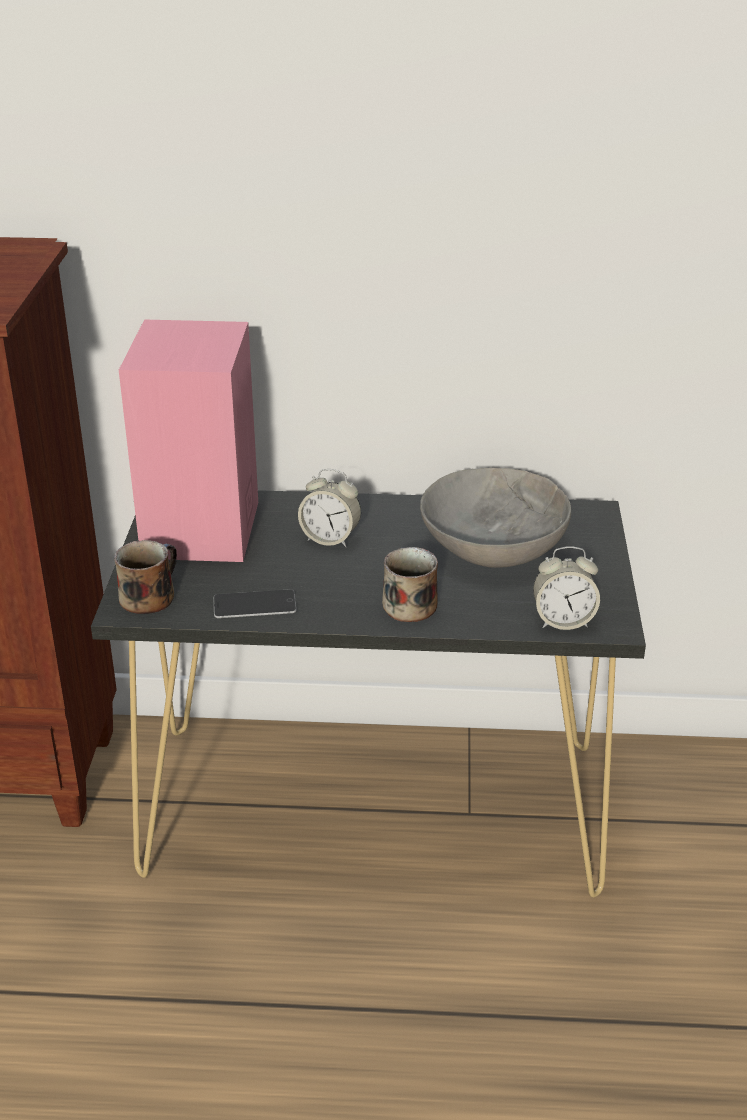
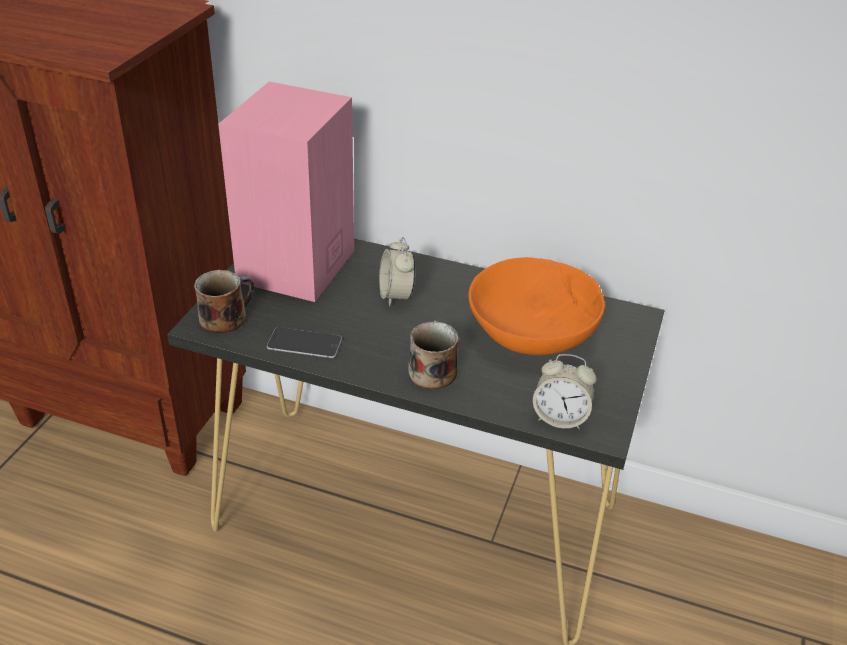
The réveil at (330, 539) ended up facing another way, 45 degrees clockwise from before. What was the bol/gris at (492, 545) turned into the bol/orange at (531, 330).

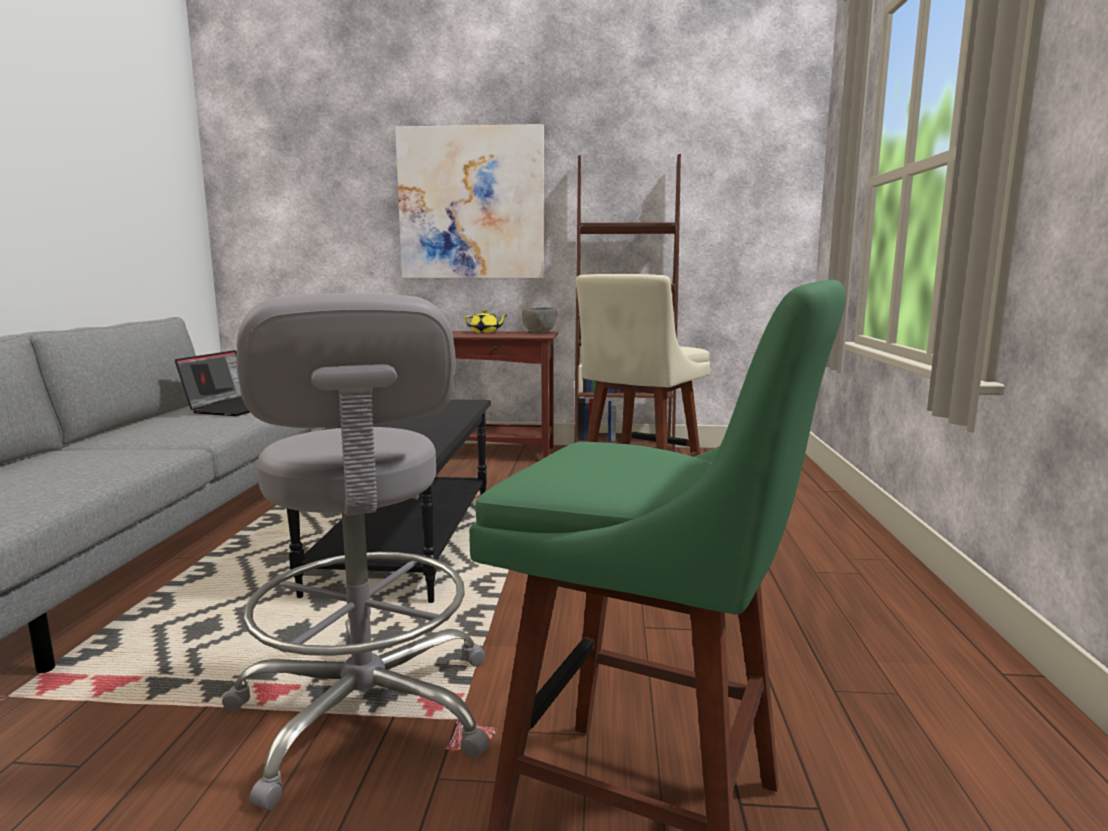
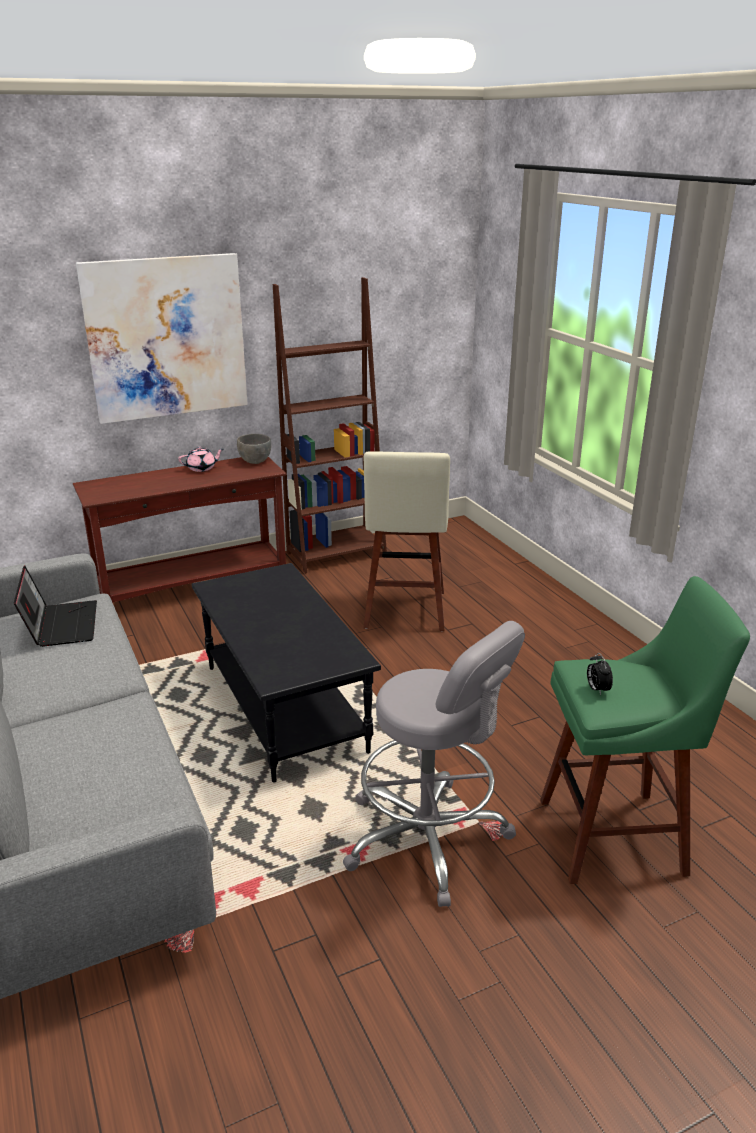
What was the théière/jaune at (485, 332) turned into the théière/rose at (202, 468). The second view gained the réveil at (597, 689).

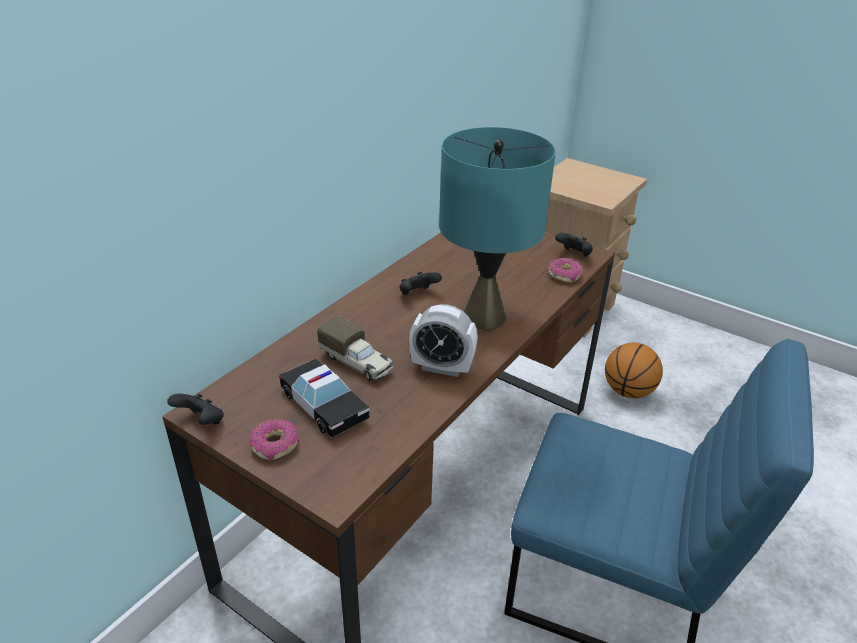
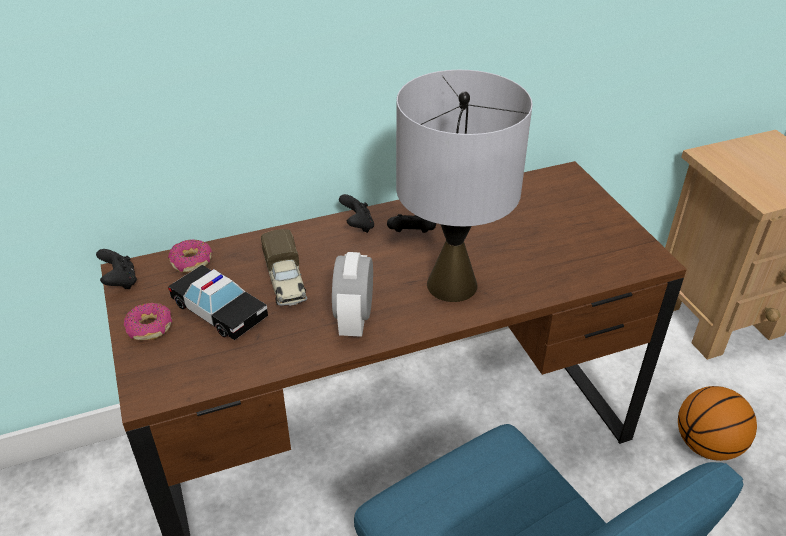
The beignet ended up elsewhere, having gone from (564, 275) to (192, 261). The petite voiture at (324, 406) ended up facing another way, 45 degrees counterclockwise from before. The réveil at (442, 367) ended up facing another way, 45 degrees clockwise from before. The manette/noir ended up elsewhere, having gone from (574, 255) to (357, 225). What was the lampe de table/turquoise at (483, 316) turned into the lampe de table/gris at (451, 284).

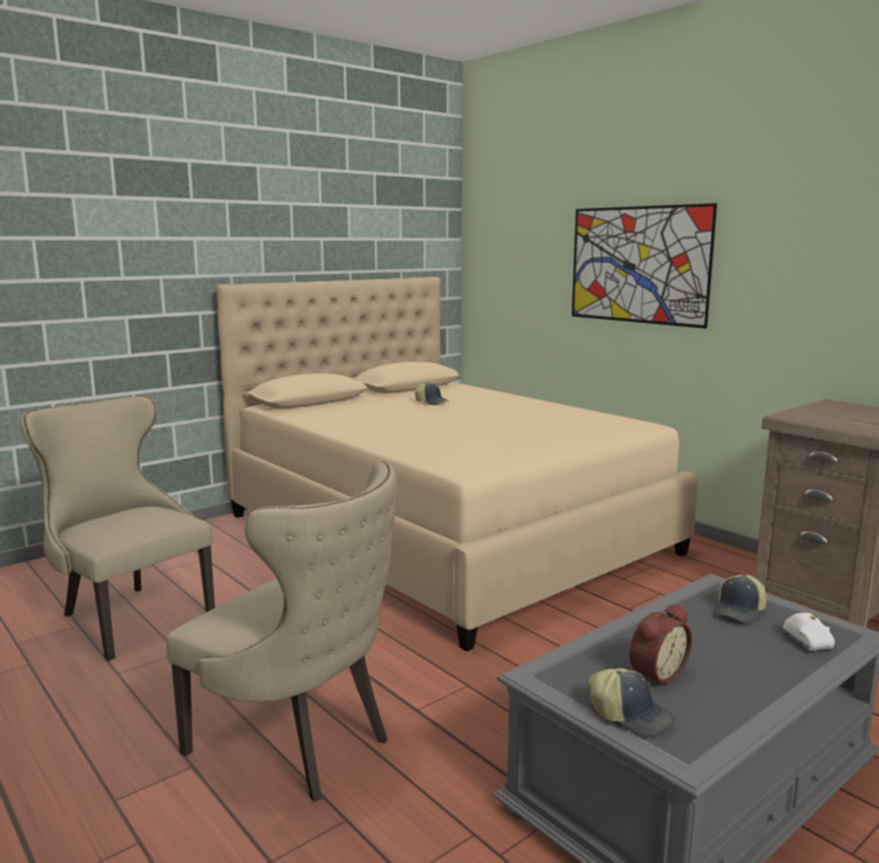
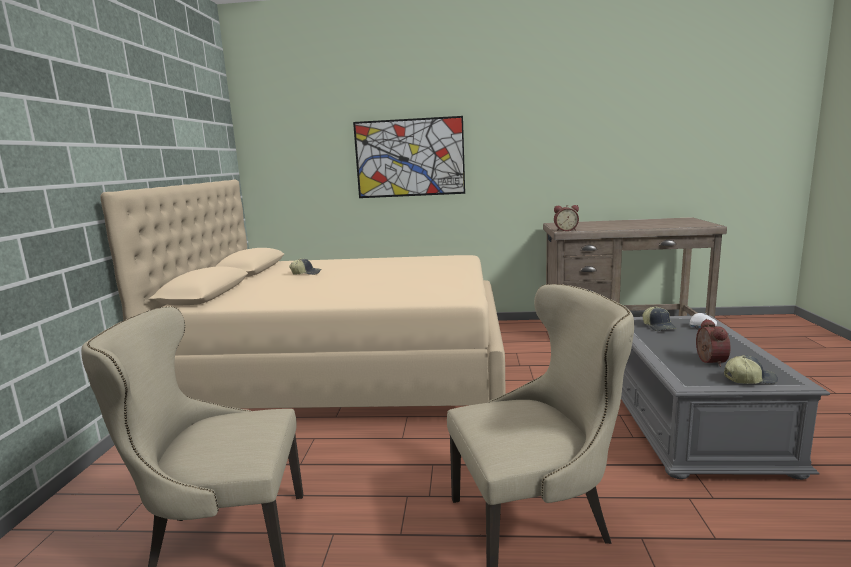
The second view gained the réveil at (565, 230).

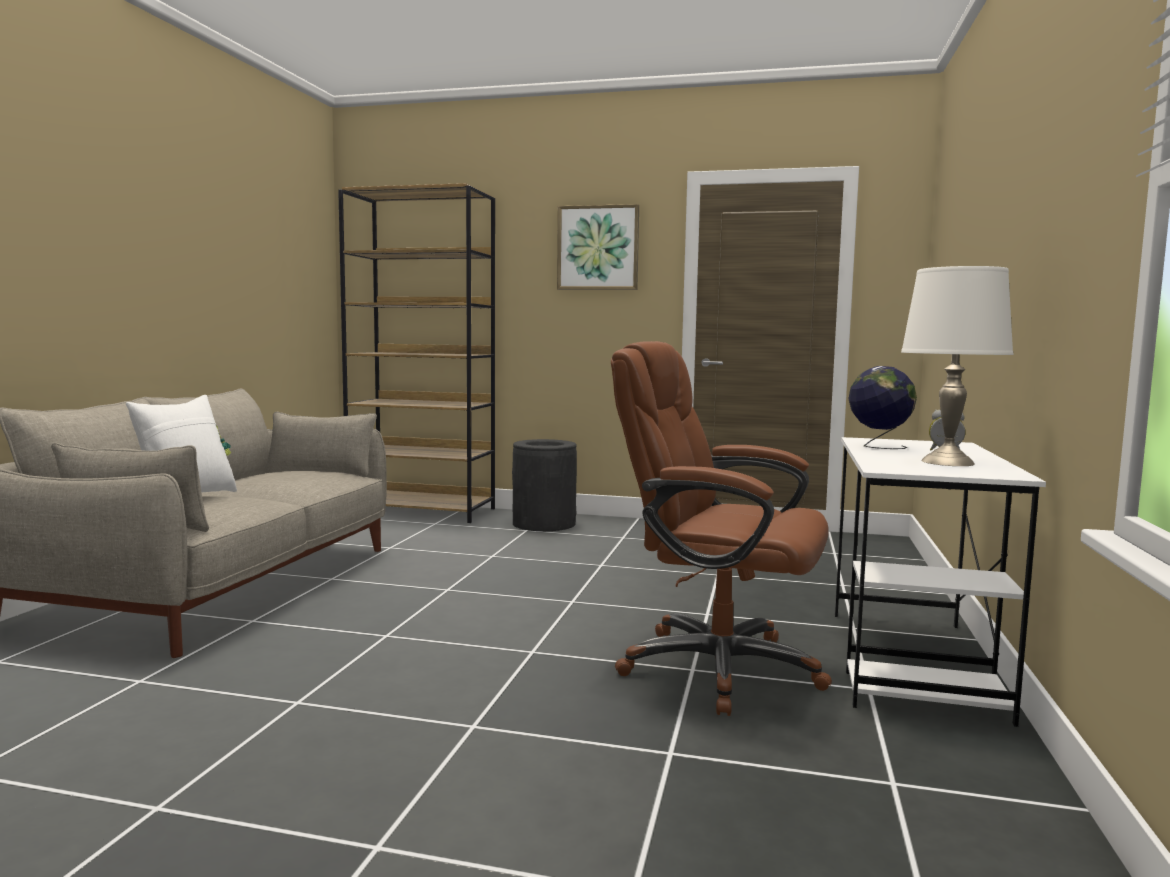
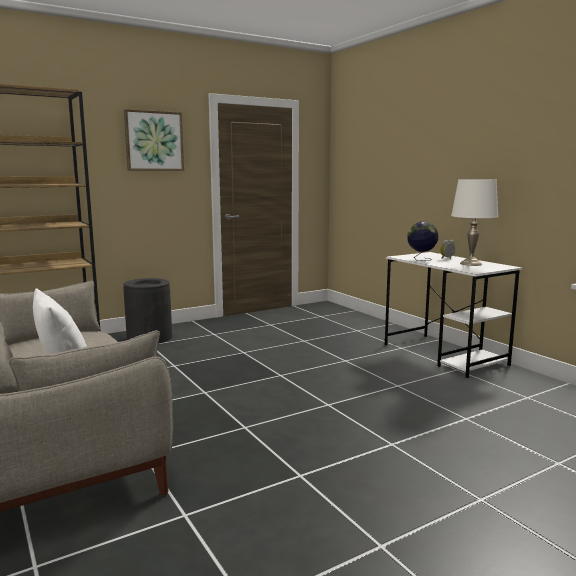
The second view lost the chaise de bureau/marron at (719, 668).

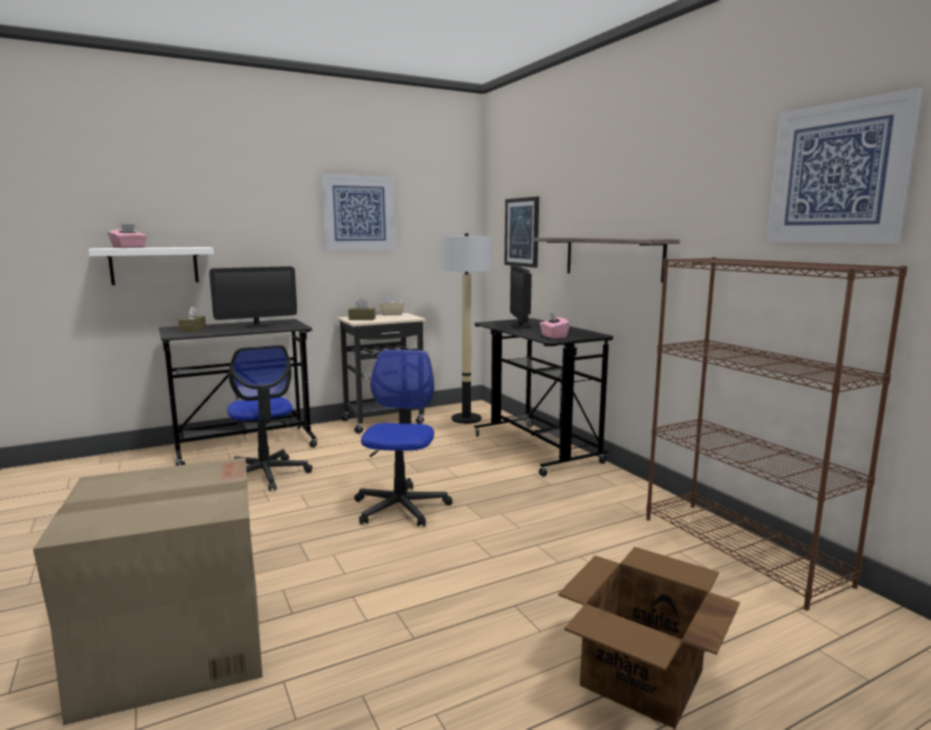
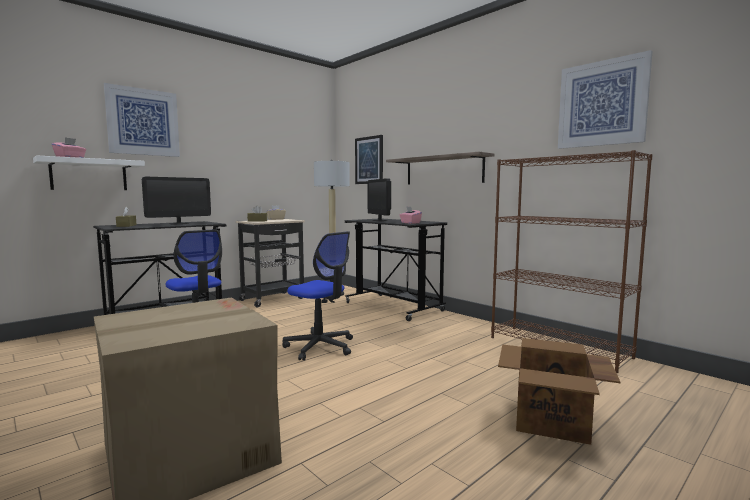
The tableau ended up elsewhere, having gone from (358, 213) to (143, 122). The chaise de bureau at (400, 507) ended up facing another way, 135 degrees clockwise from before.

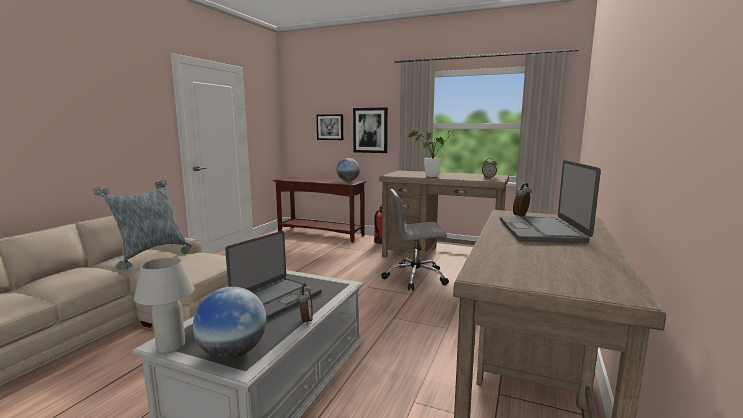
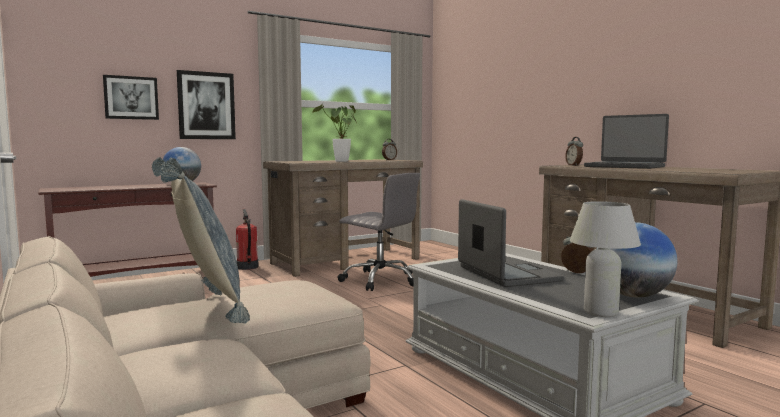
The chaise de bureau/gris at (415, 277) ended up facing another way, 90 degrees counterclockwise from before.

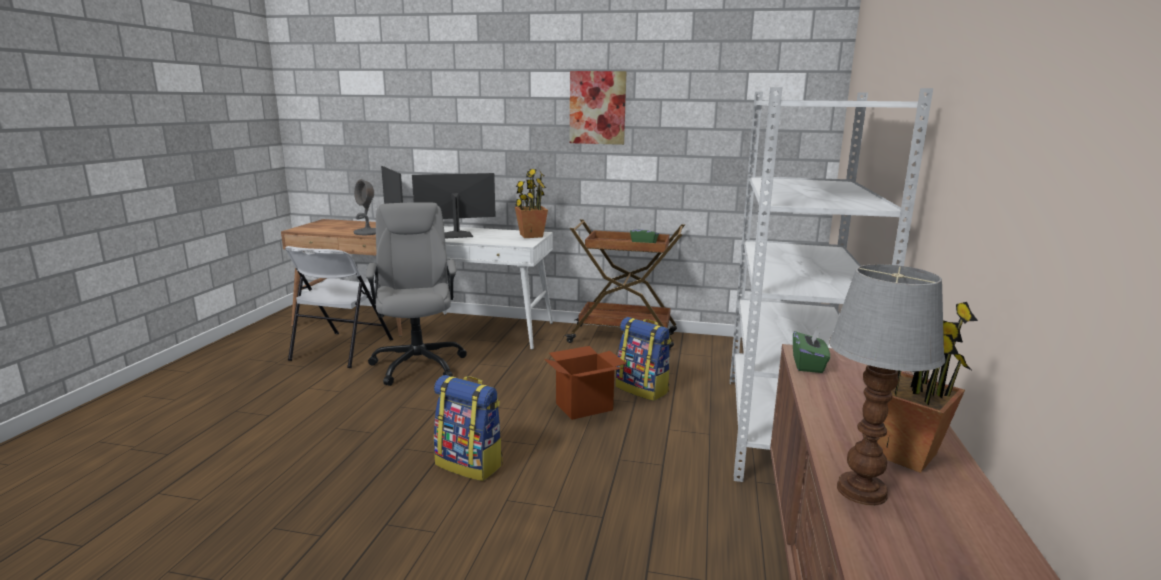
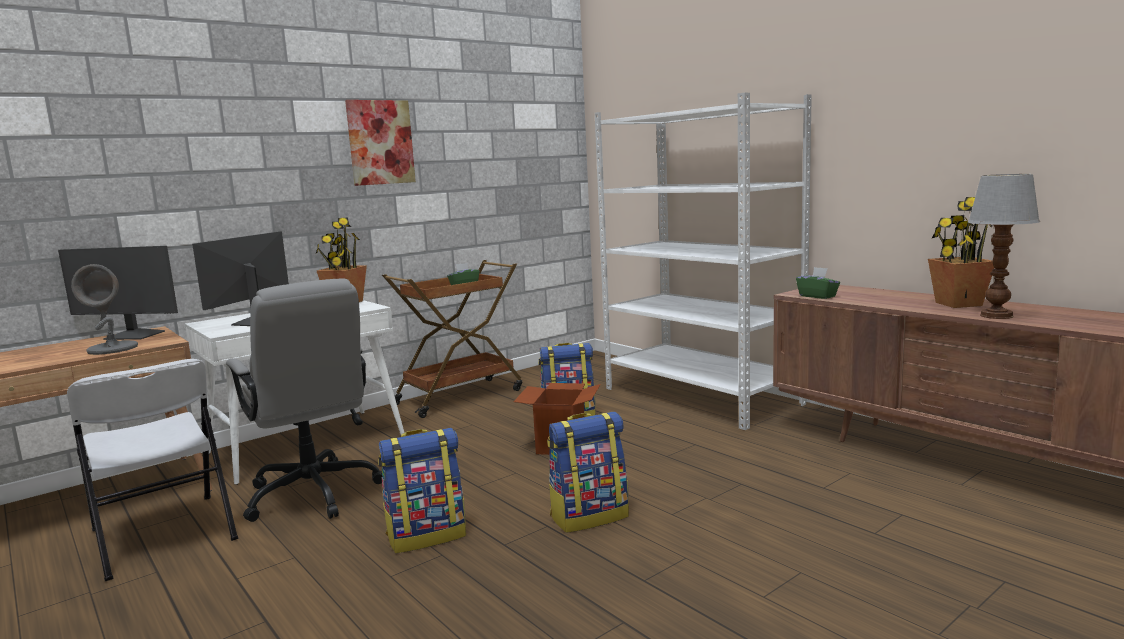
The chaise de bureau/gris at (418, 364) ended up facing another way, 150 degrees counterclockwise from before. The second view gained the sac à dos at (427, 535).

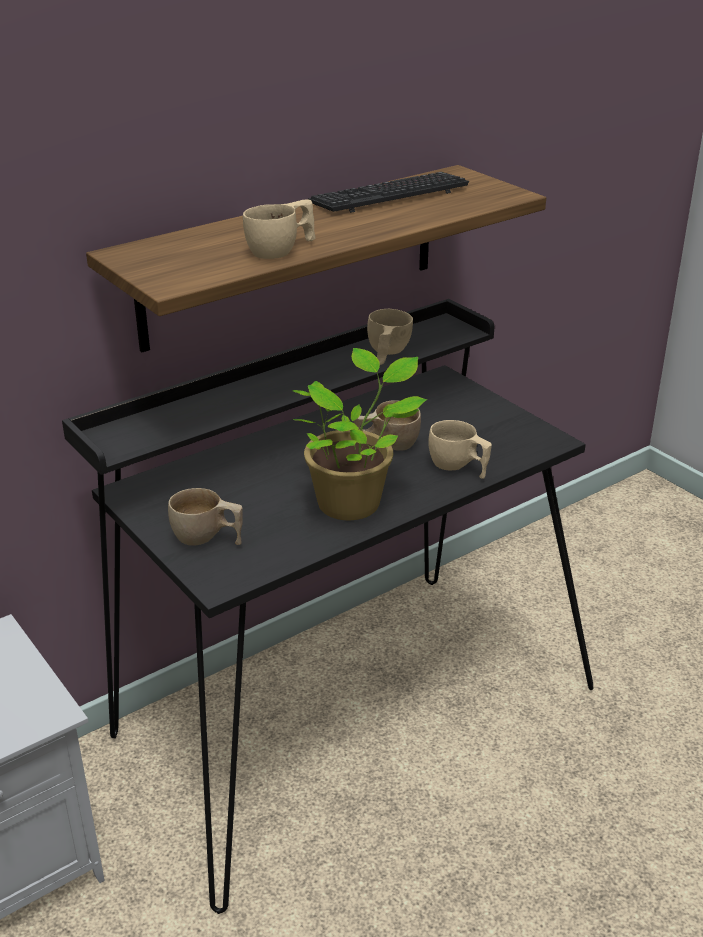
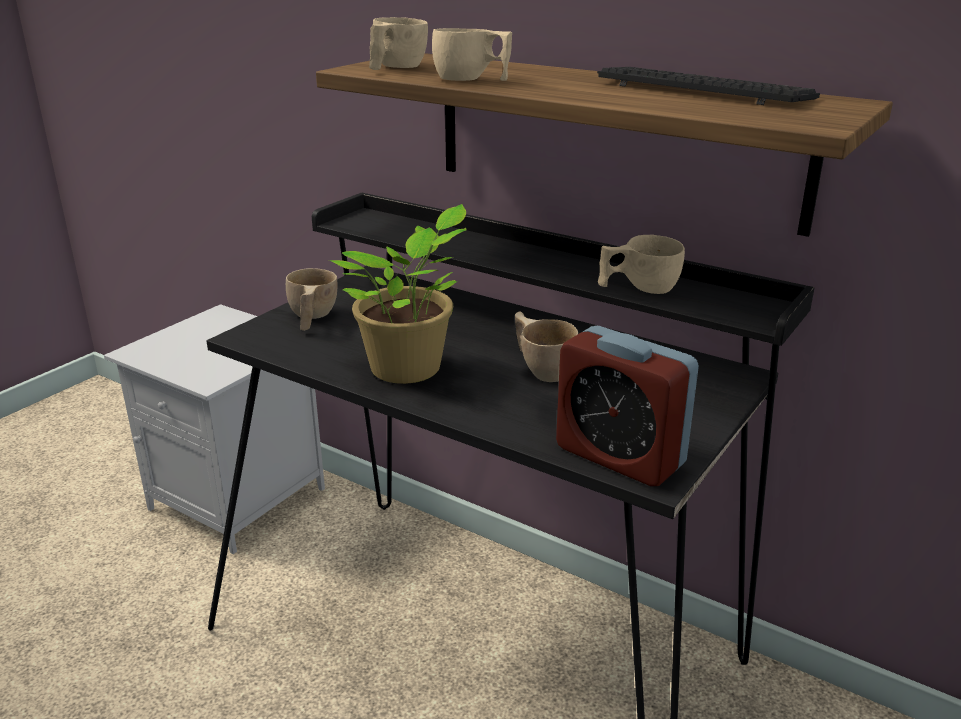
The tasse/beige ended up elsewhere, having gone from (458, 468) to (394, 68). The second view gained the réveil at (619, 456).

